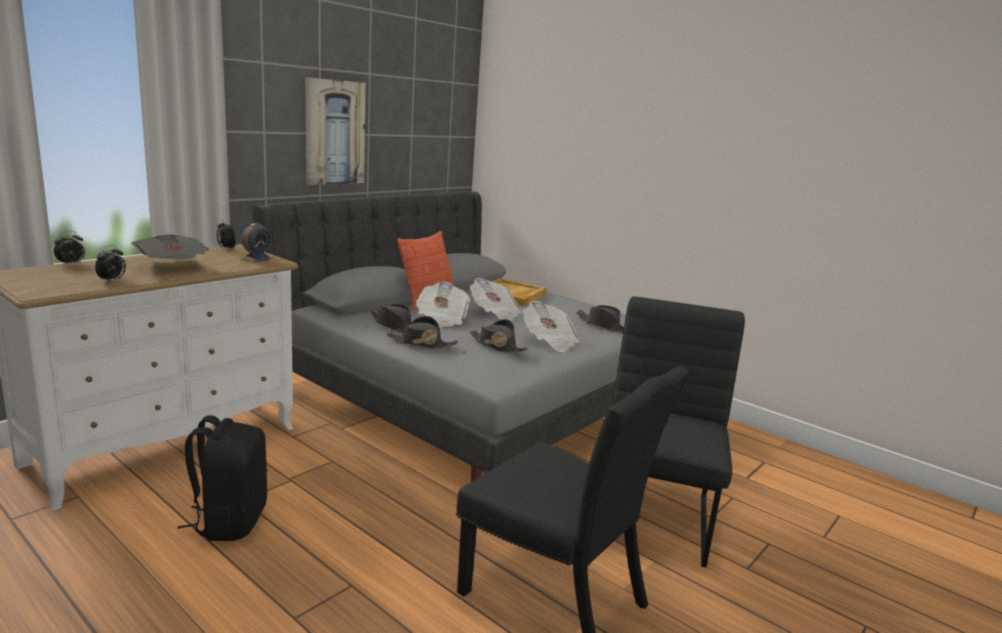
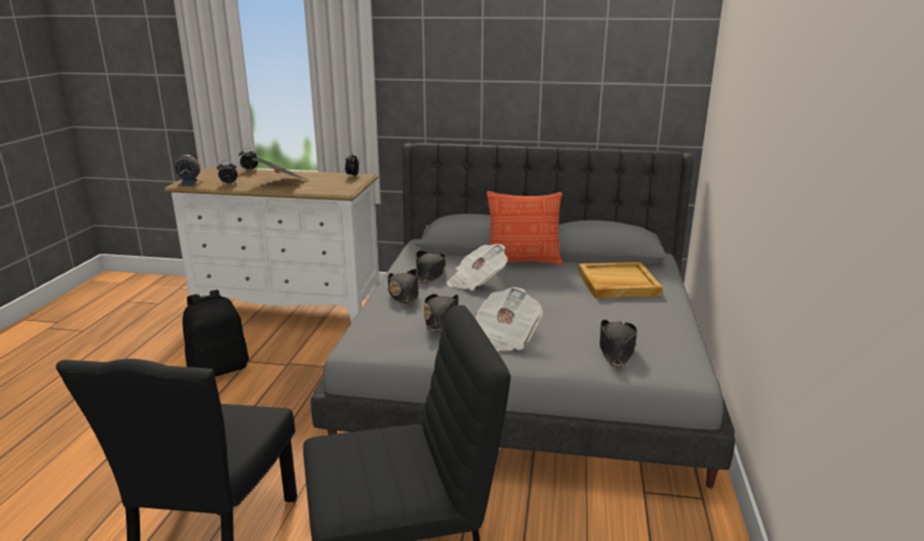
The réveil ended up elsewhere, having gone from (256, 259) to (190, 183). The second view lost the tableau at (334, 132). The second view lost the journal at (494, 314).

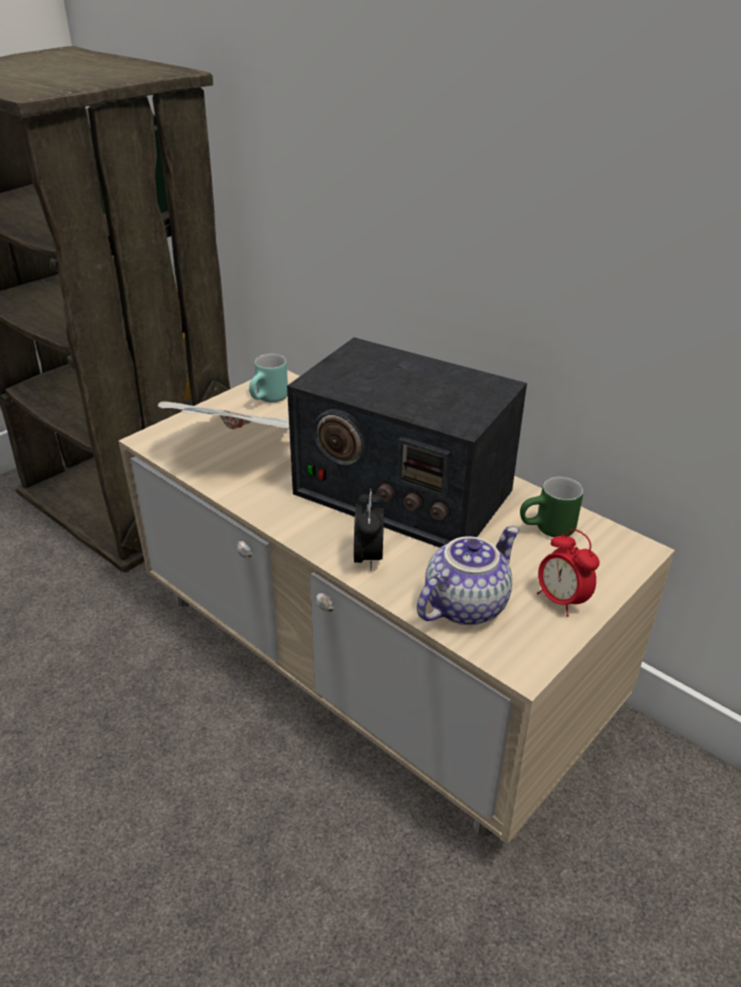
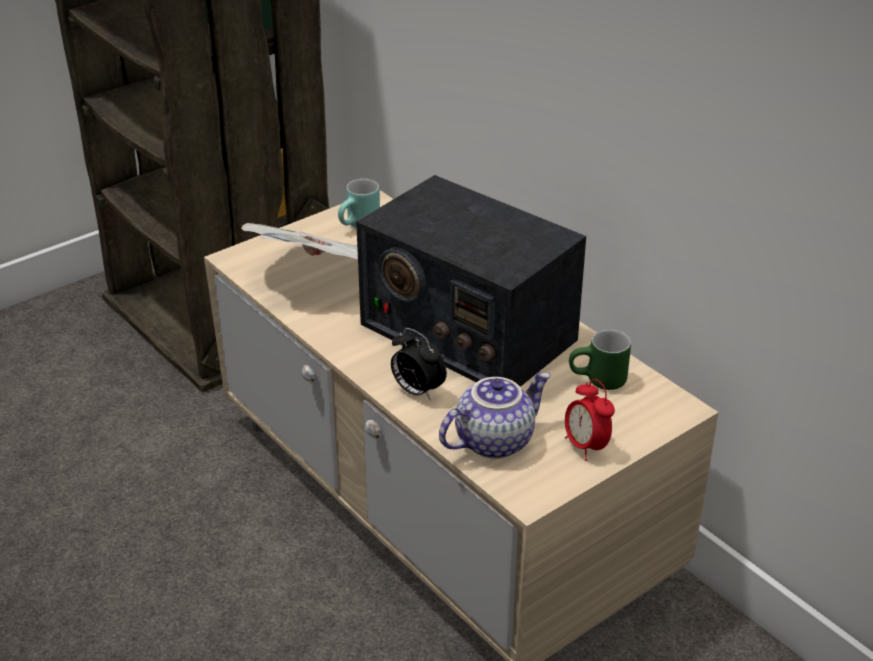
The réveil at (368, 558) ended up facing another way, 120 degrees clockwise from before.

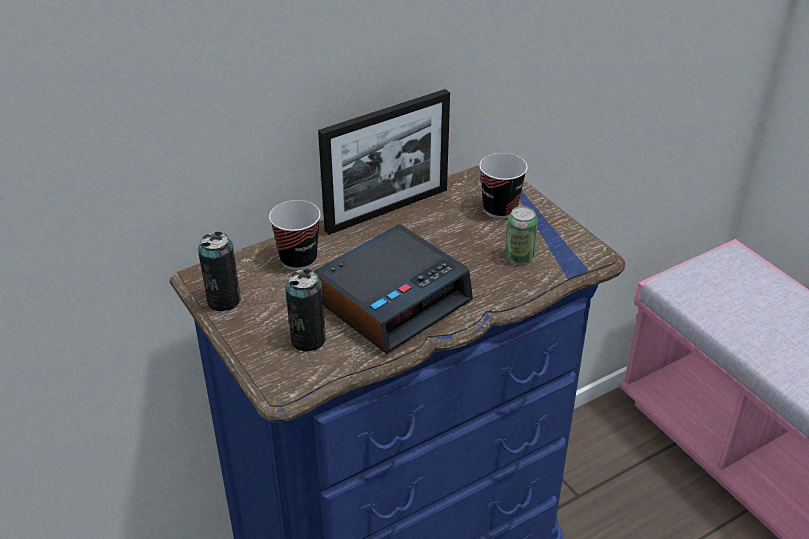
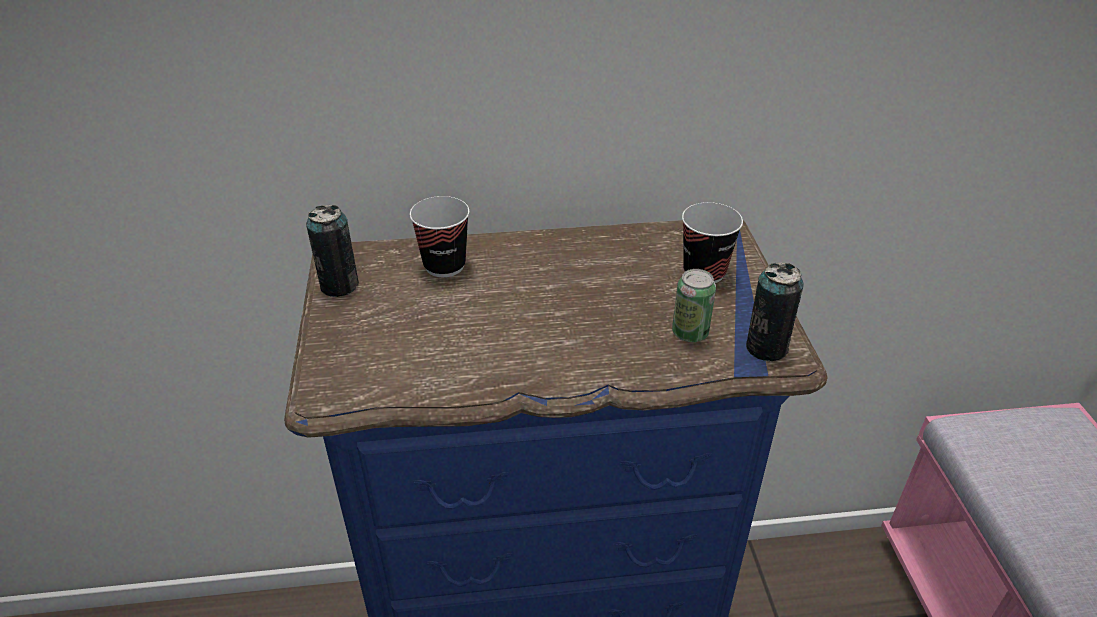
The boîte métallique ended up elsewhere, having gone from (308, 339) to (766, 347). The second view lost the réveil at (392, 299). The second view lost the cadre photo at (387, 210).

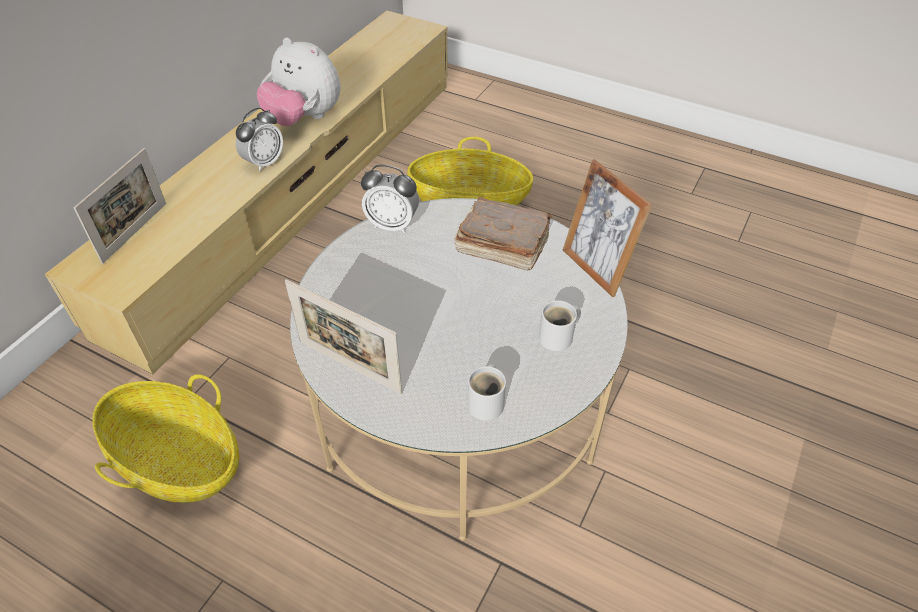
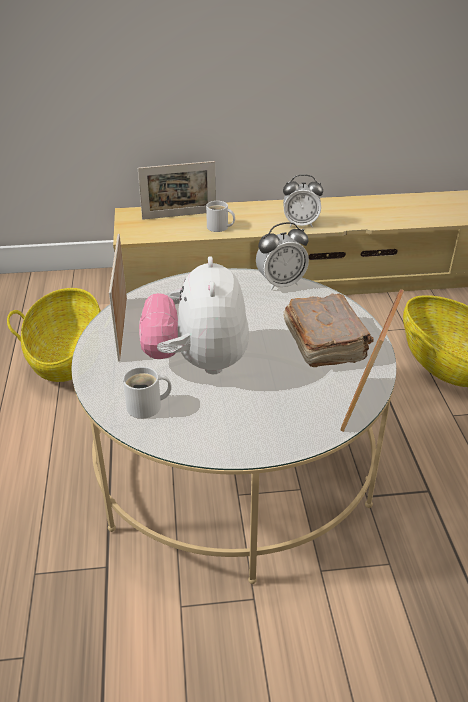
The peluche ended up elsewhere, having gone from (304, 118) to (197, 362). The mug/blanc ended up elsewhere, having gone from (559, 337) to (219, 227). The réveil at (392, 224) ended up facing another way, 90 degrees counterclockwise from before.

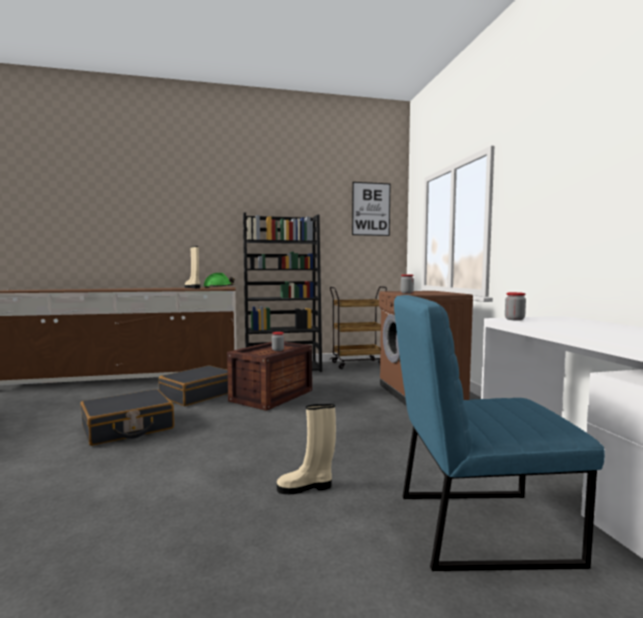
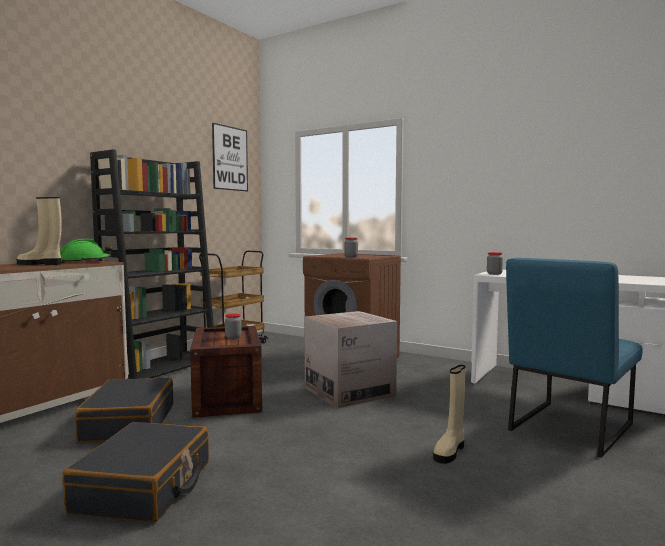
The second view gained the carton at (349, 391).

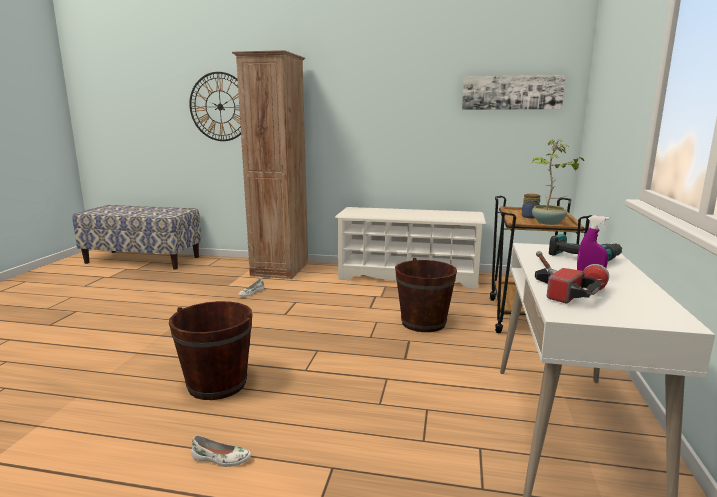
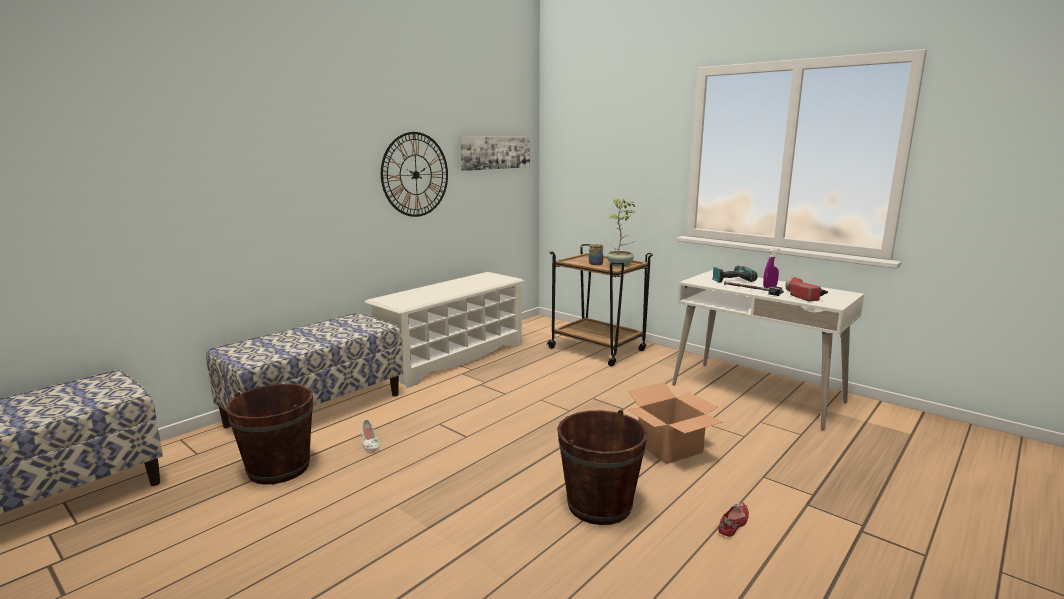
Where the meuble de rangement/marron stood at (280, 269), the banc came to stand at (316, 409). The seau/marron ended up elsewhere, having gone from (423, 323) to (279, 468). The horloge murale ended up elsewhere, having gone from (220, 107) to (415, 174). The second view gained the carton at (670, 447). What was the chaussure/blanc at (221, 459) turned into the chaussure/rouge at (734, 523).

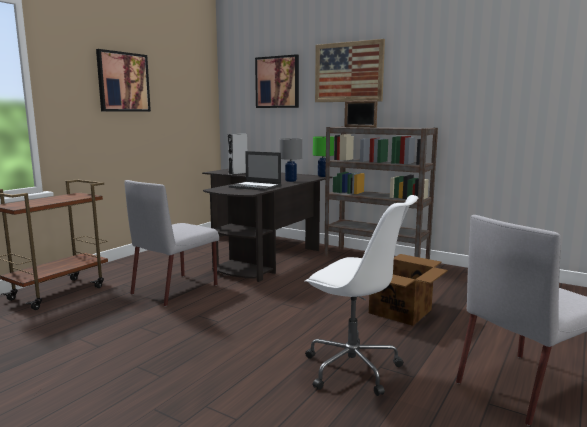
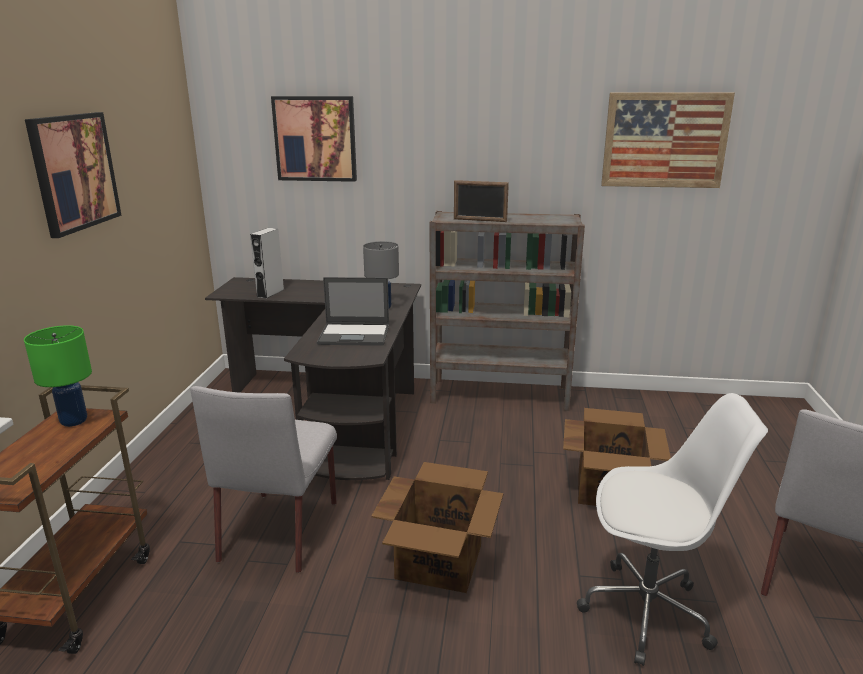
The lampe de table/vert ended up elsewhere, having gone from (323, 176) to (75, 421). The second view gained the carton at (440, 561). The tableau ended up elsewhere, having gone from (348, 72) to (665, 140).

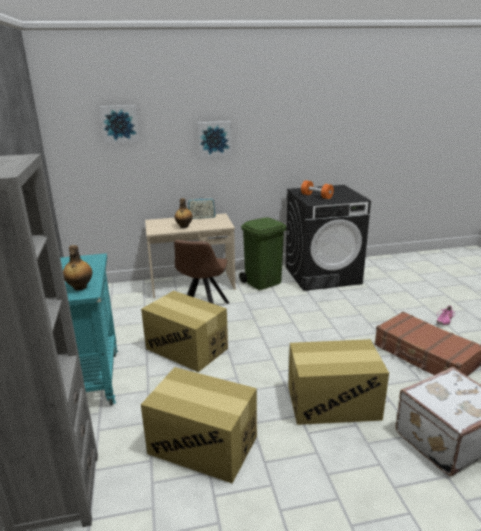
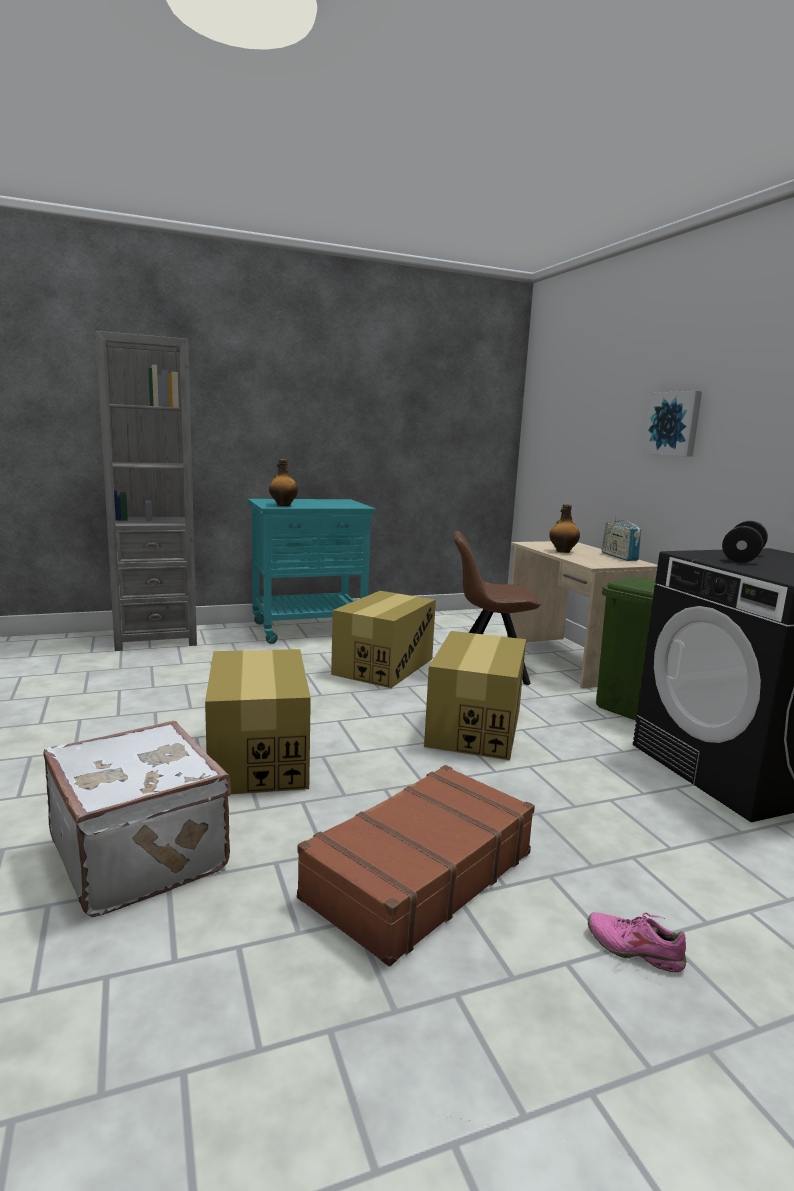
The carton ended up elsewhere, having gone from (202, 445) to (475, 727). What was the haltère/orange at (316, 196) turned into the haltère/noir at (742, 557). The second view lost the tableau at (120, 124).

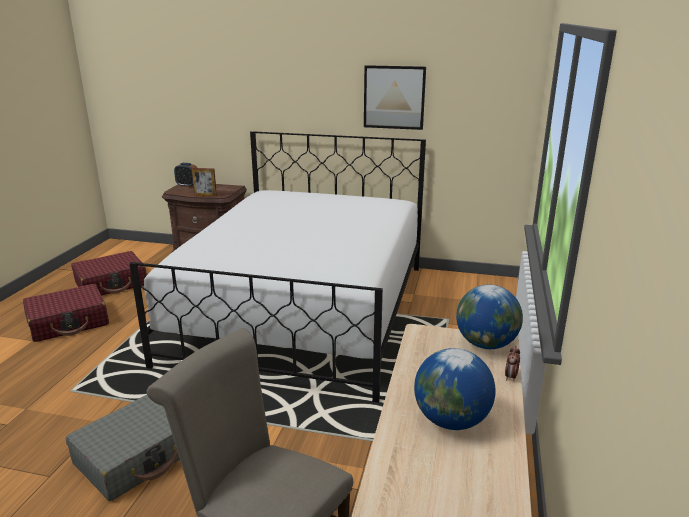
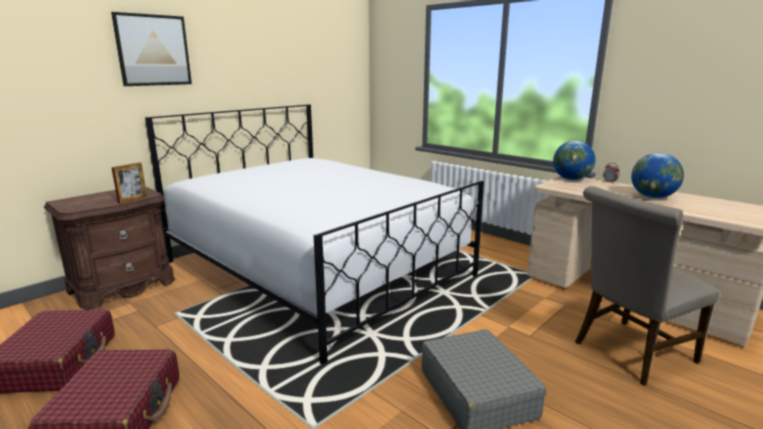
The tableau ended up elsewhere, having gone from (394, 97) to (153, 50). The second view lost the réveil at (187, 185).

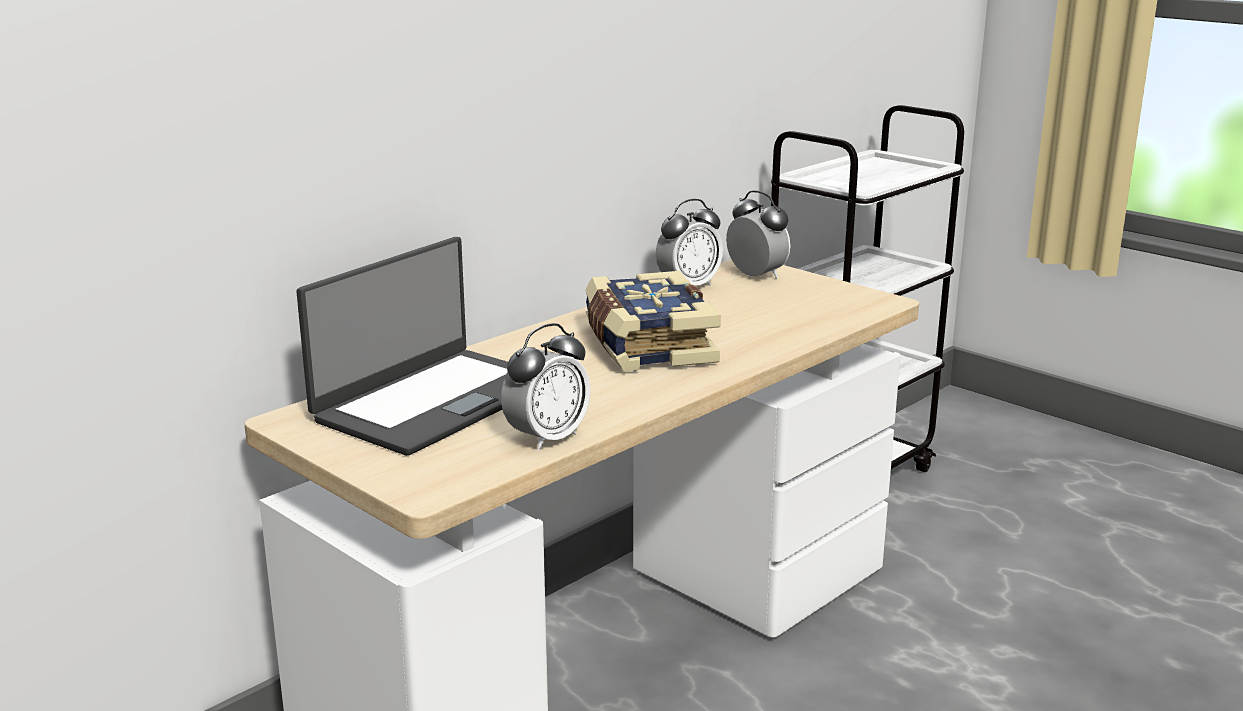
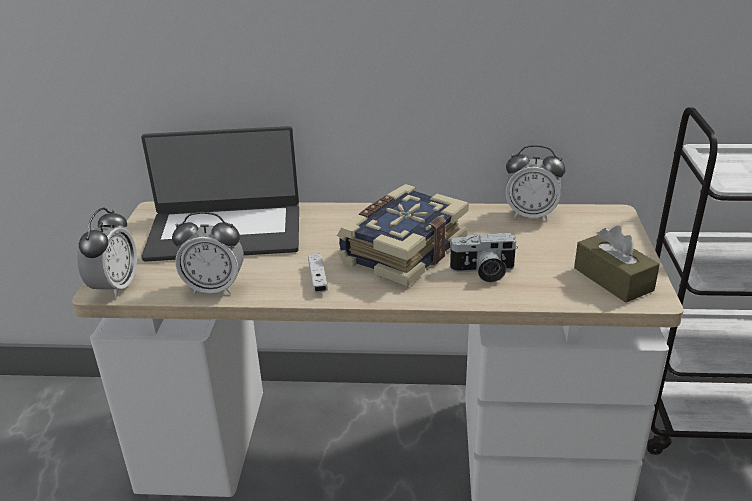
The réveil ended up elsewhere, having gone from (756, 276) to (115, 287). The second view gained the manette/blanc at (318, 279). The second view gained the appareil photo at (483, 272). The second view gained the boîte à mouchoirs/marron at (613, 279).

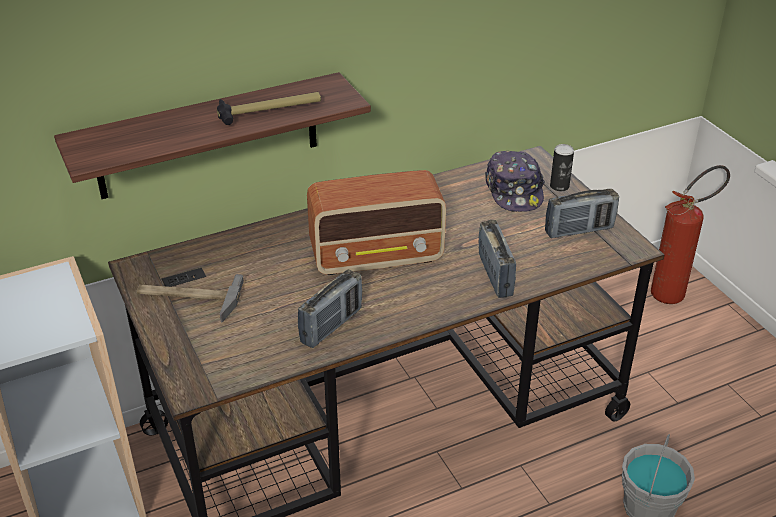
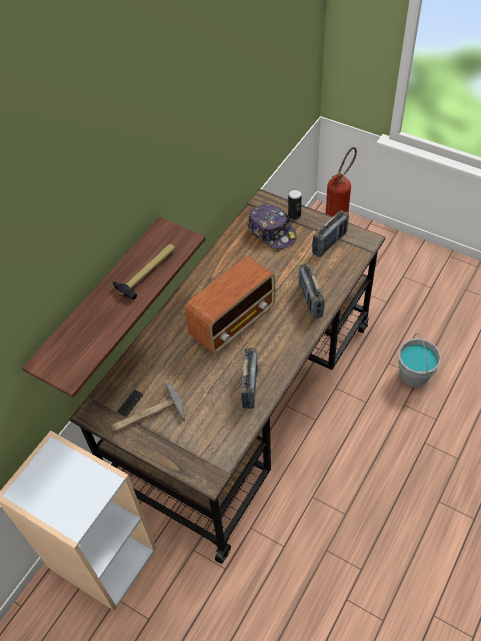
The radio at (495, 275) ended up facing another way, 150 degrees counterclockwise from before.

